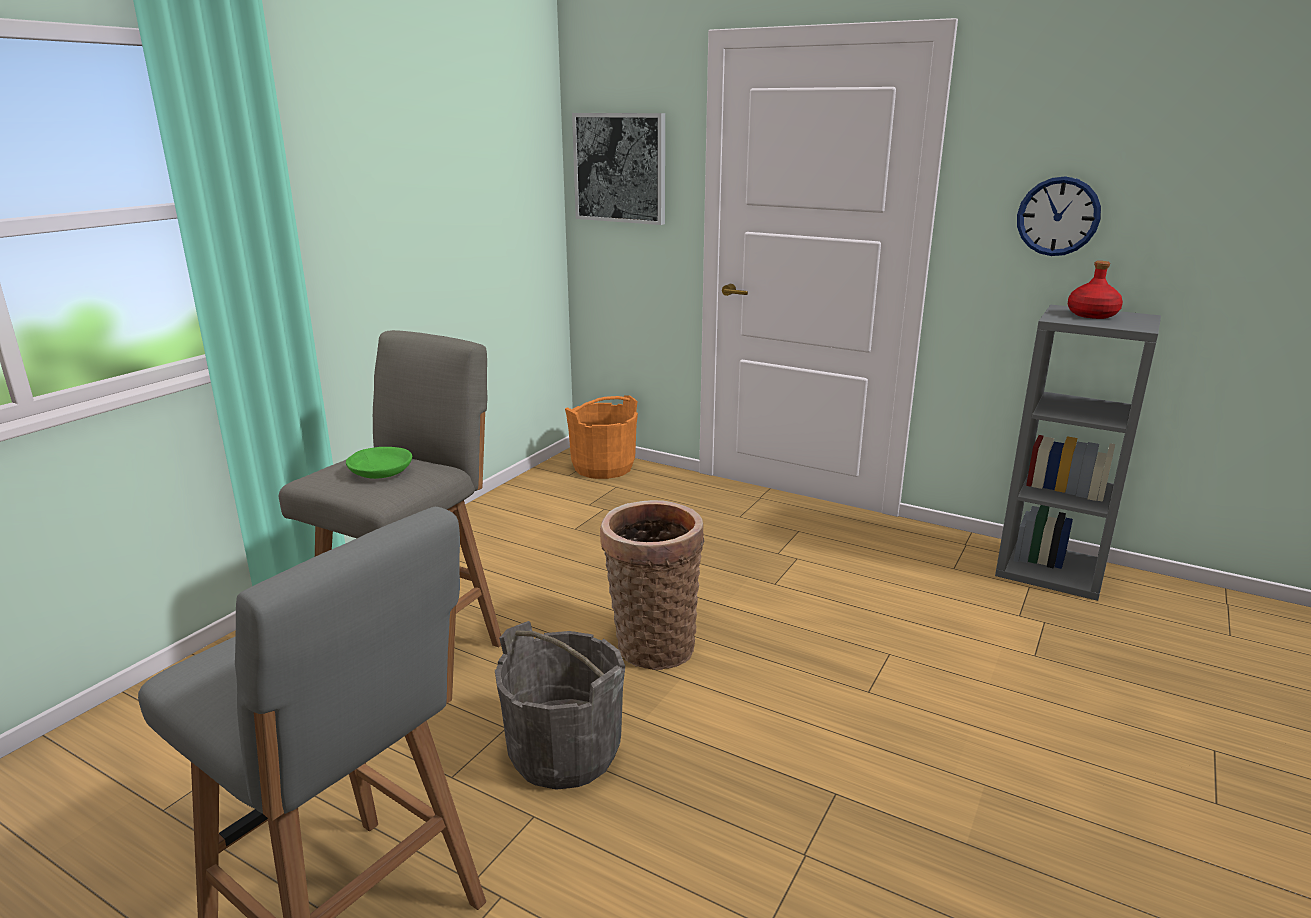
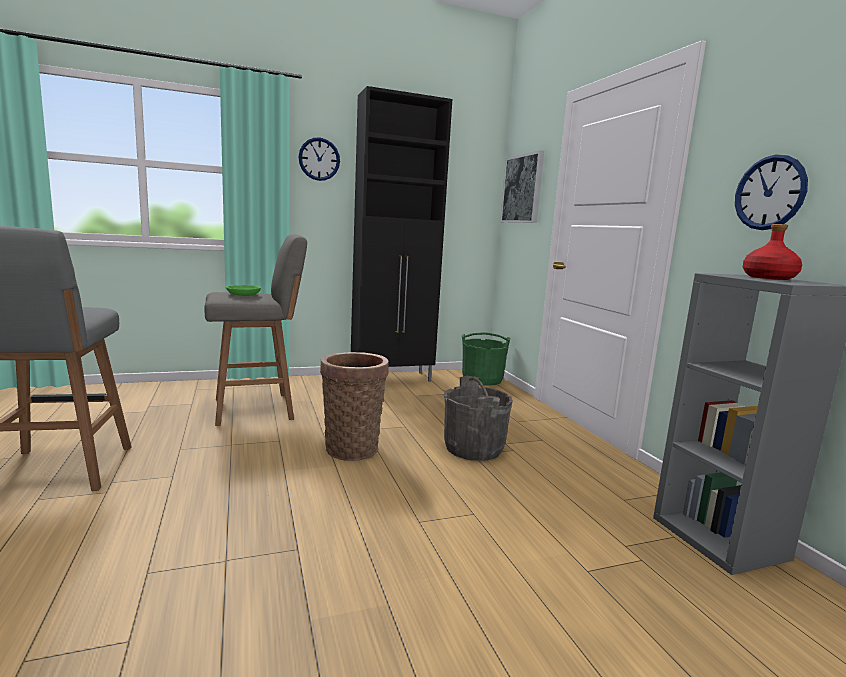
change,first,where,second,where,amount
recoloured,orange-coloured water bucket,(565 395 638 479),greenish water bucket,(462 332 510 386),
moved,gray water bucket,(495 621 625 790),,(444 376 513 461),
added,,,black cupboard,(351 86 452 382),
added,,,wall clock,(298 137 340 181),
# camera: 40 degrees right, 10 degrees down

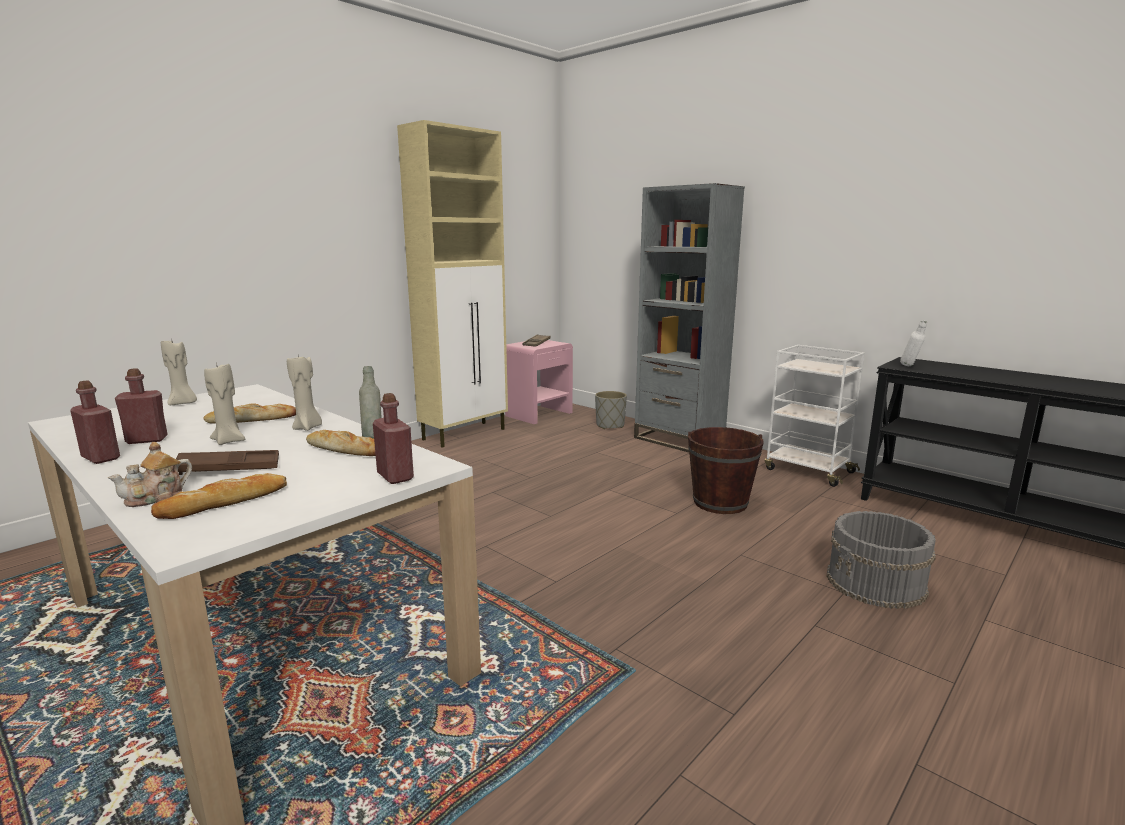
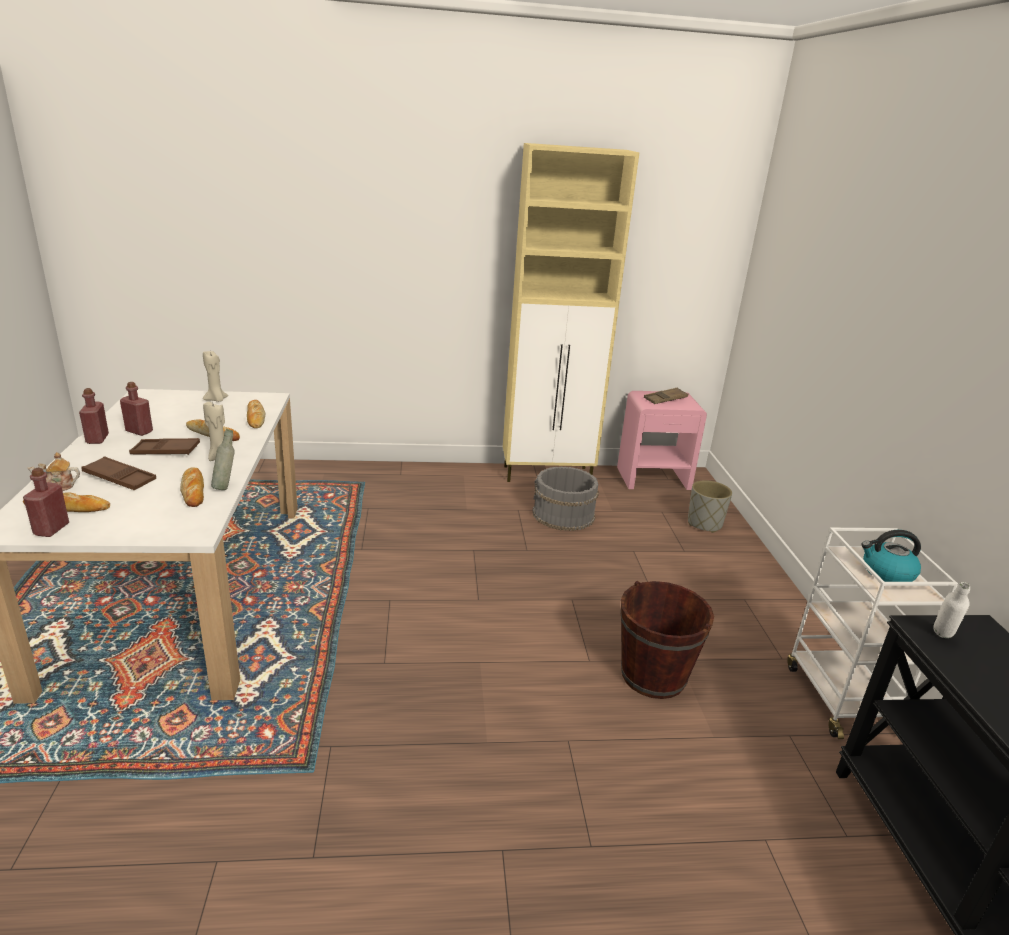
change,first,where,second,where,amount
removed,gray bookshelf,(634 183 745 452),,,
replaced,sand-coloured wax candle,(204 363 245 445),brown-coloured carrying tray,(129 438 200 455),
moved,reddish beverage bottle,(373 393 414 484),,(23 468 69 537),
moved,gray water bucket,(826 511 936 609),,(532 466 599 531),
added,,,bakery bread,(247 400 265 428),
added,,,kettle,(861 530 921 582),
# camera: 40 degrees right, 10 degrees up

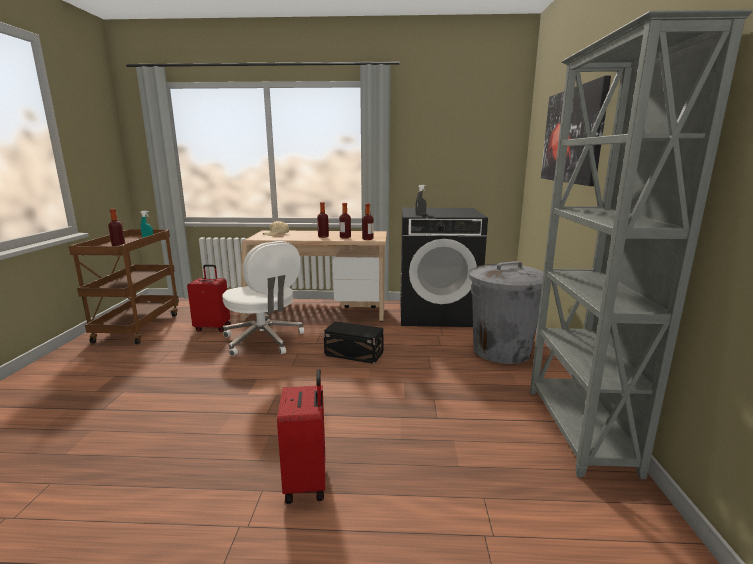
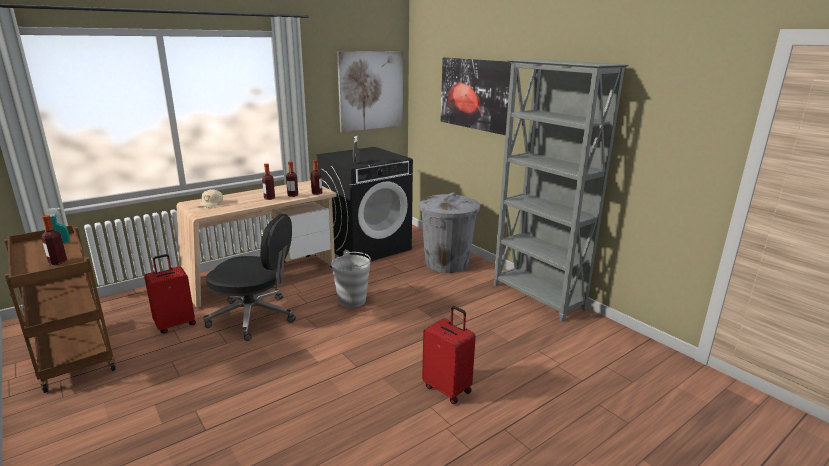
change,first,where,second,where,amount
recoloured,whitish computer chair,(222 241 304 356),black computer chair,(203 214 296 341),
replaced,black storage box,(324 321 384 364),gray water bucket,(331 250 371 308),
added,,,picture,(337 51 403 132),
# camera: 40 degrees left, 5 degrees up

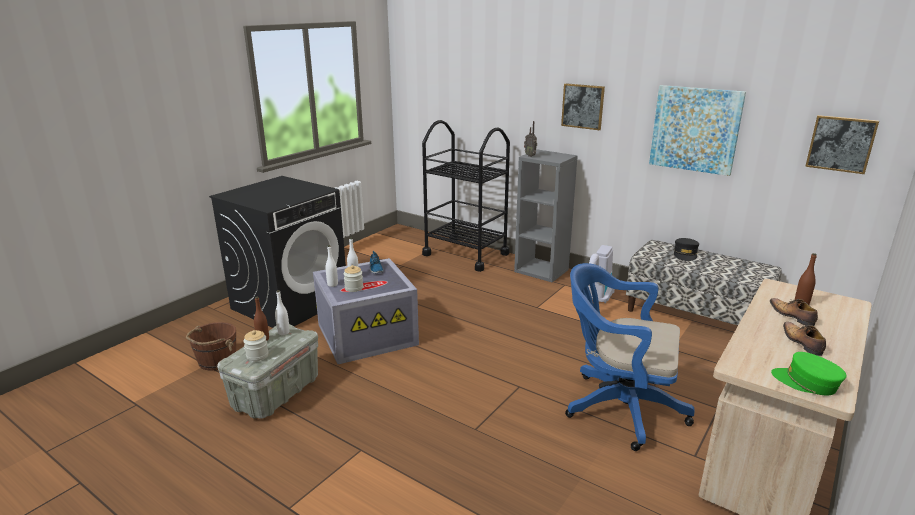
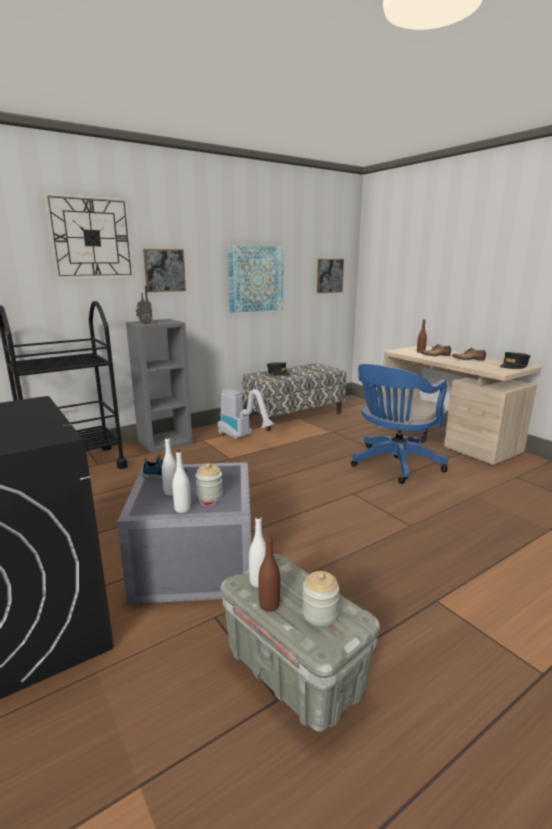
change,first,where,second,where,amount
removed,brown-coloured water bucket,(186 322 236 370),,,
recoloured,greenish peaked cap,(771 352 847 396),black peaked cap,(500 352 531 369),
added,,,wall clock,(44 192 135 279),
# camera: 70 degrees left, 5 degrees down

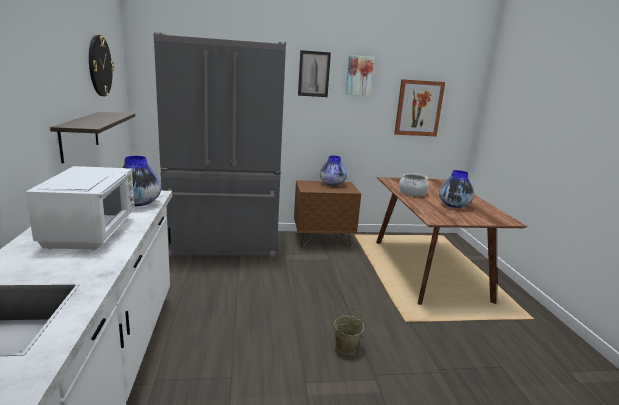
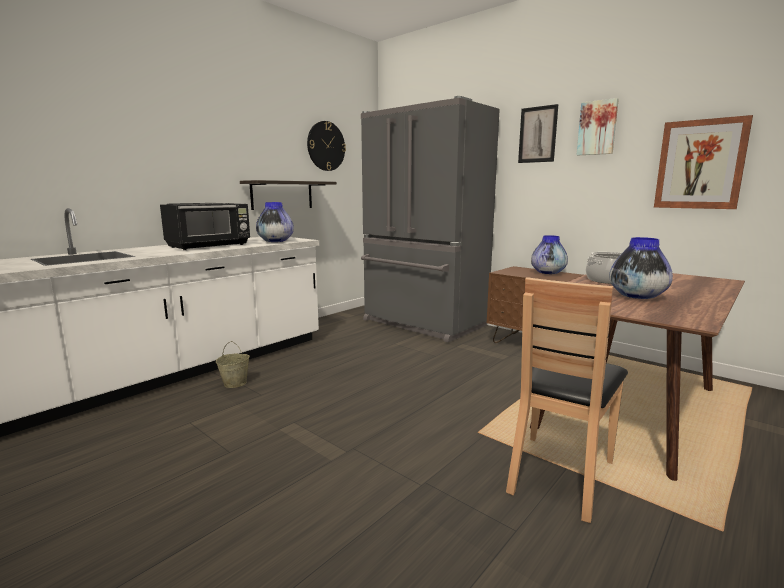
change,first,where,second,where,amount
recoloured,whitish microwave,(26 166 135 250),black microwave,(160 203 250 250),
moved,sand-coloured water bucket,(334 308 364 354),,(216 341 250 388),
added,,,brown-coloured chair,(506 277 628 523),
# camera: 50 degrees right, 5 degrees down

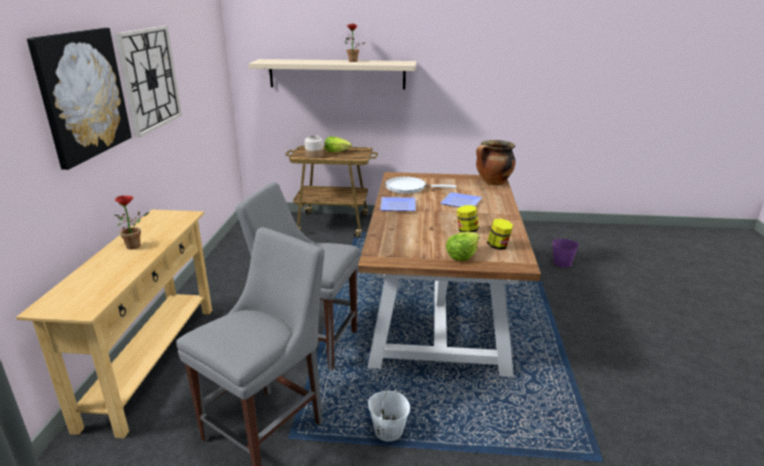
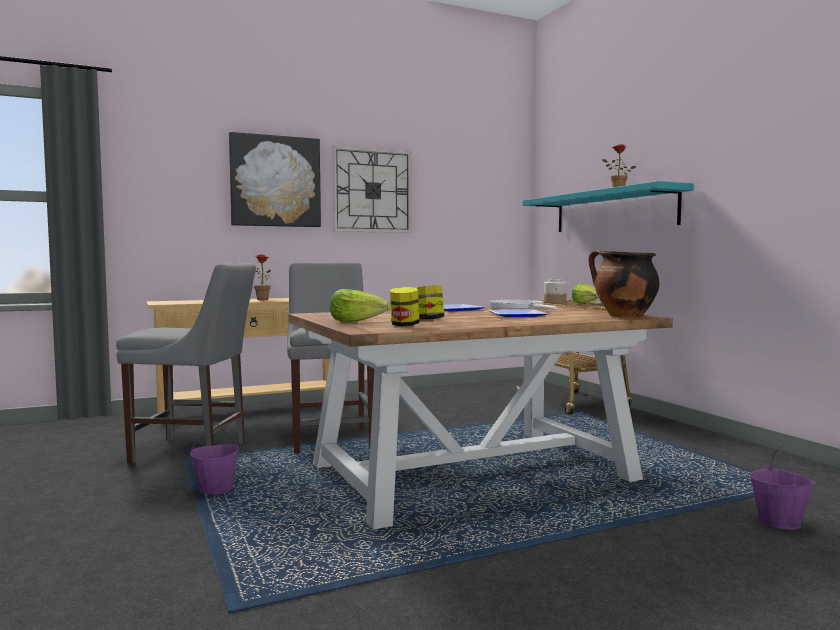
change,first,where,second,where,amount
recoloured,sand-coloured bracket shelf,(248 59 416 90),turquoise-coloured bracket shelf,(523 181 694 232),
recoloured,whitish water bucket,(368 384 410 442),purple water bucket,(190 423 239 495),
# camera: 60 degrees right, 20 degrees down

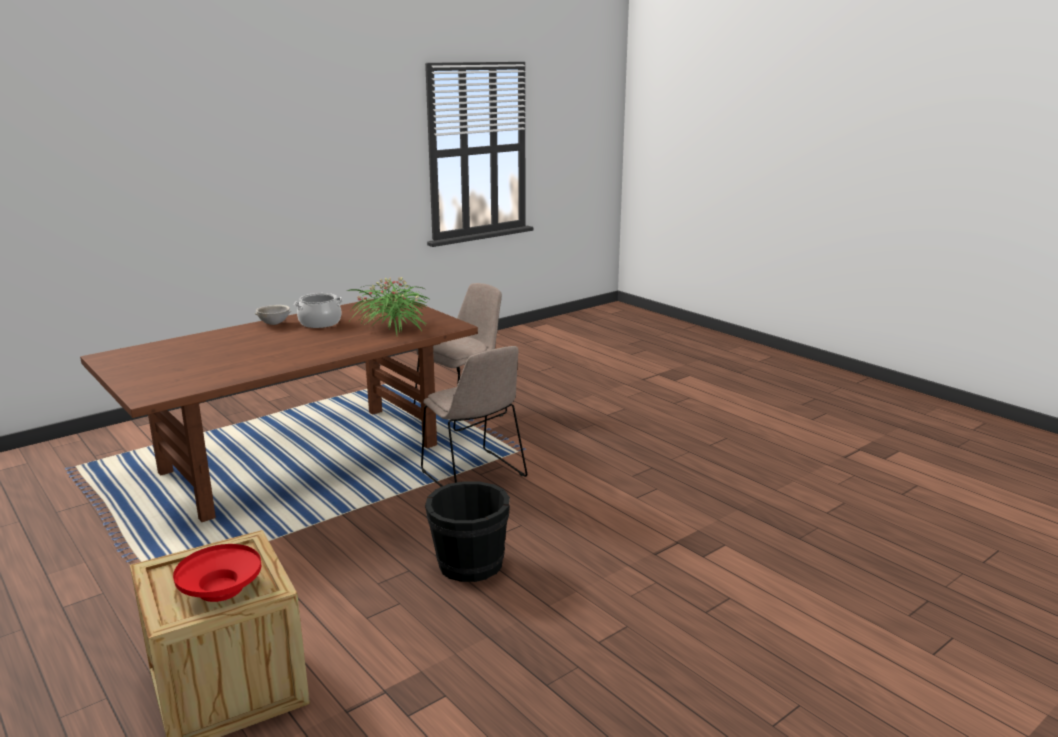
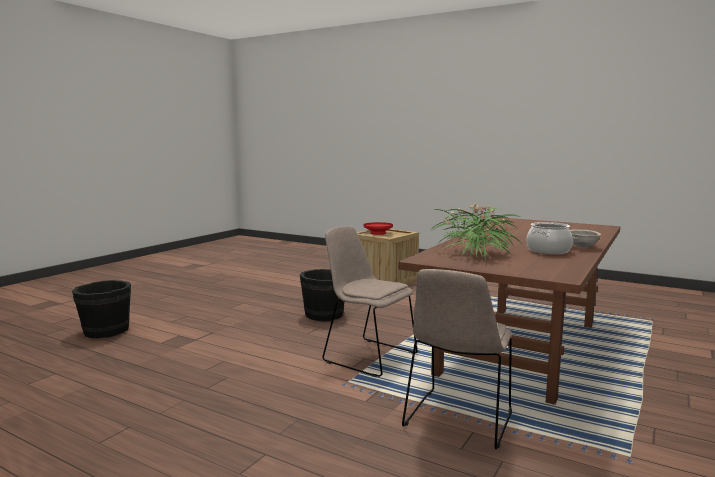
change,first,where,second,where,amount
added,,,black water bucket,(72 280 131 338),
# camera: 160 degrees right, 10 degrees down

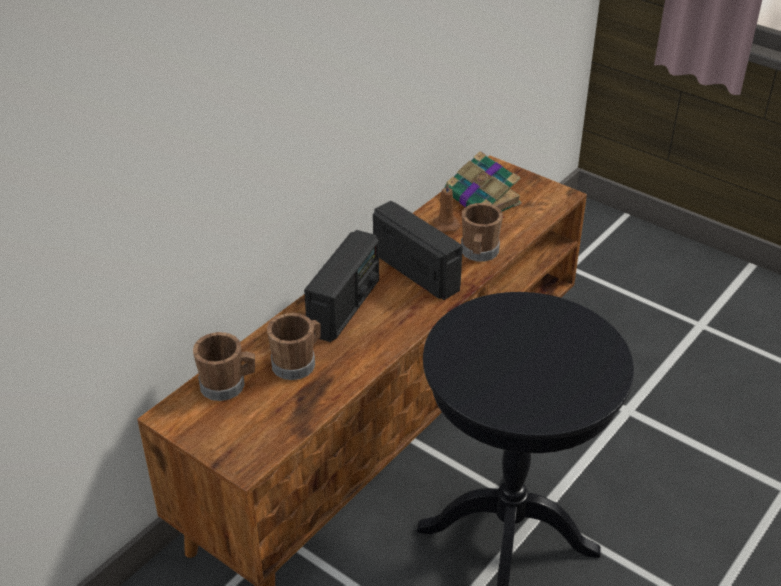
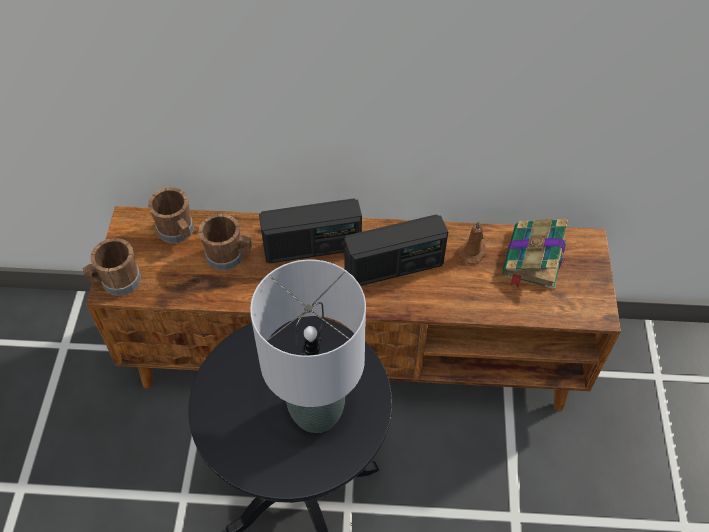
change,first,where,second,where,amount
turned,radio set,(373 201 463 300),,(344 214 448 286),60 degrees clockwise
moved,brown-coloured coffee mug,(461 203 503 262),,(83 238 141 296),
added,,,gray lamp for a table,(250 259 366 433),
# camera: 55 degrees right, 15 degrees up

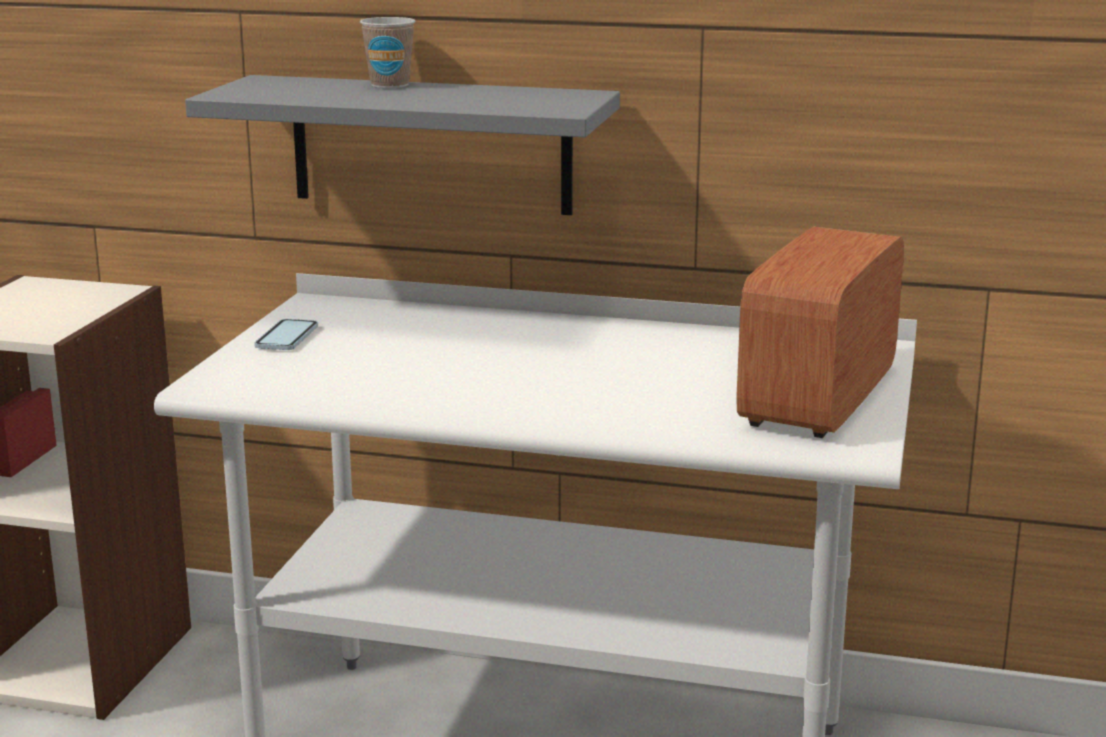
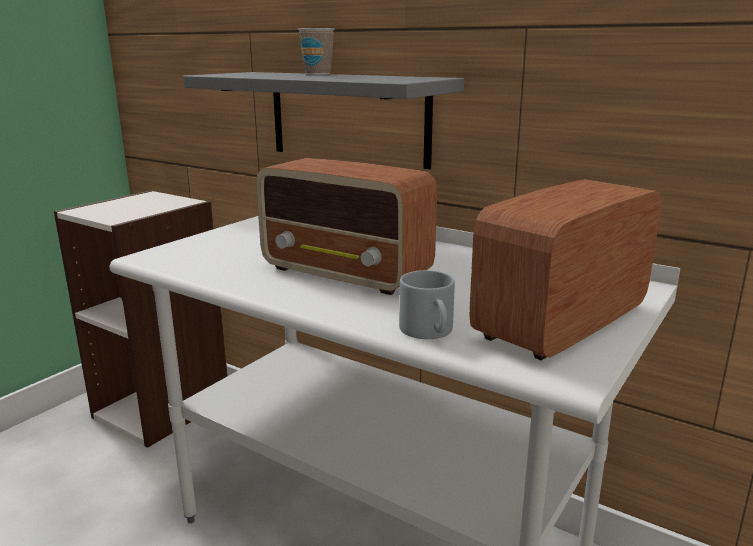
change,first,where,second,where,amount
removed,telephone,(255 319 318 350),,,
added,,,radio set,(256 158 437 295),
added,,,gray coffee mug,(399 270 455 339),
# camera: 20 degrees right, 0 degrees up

